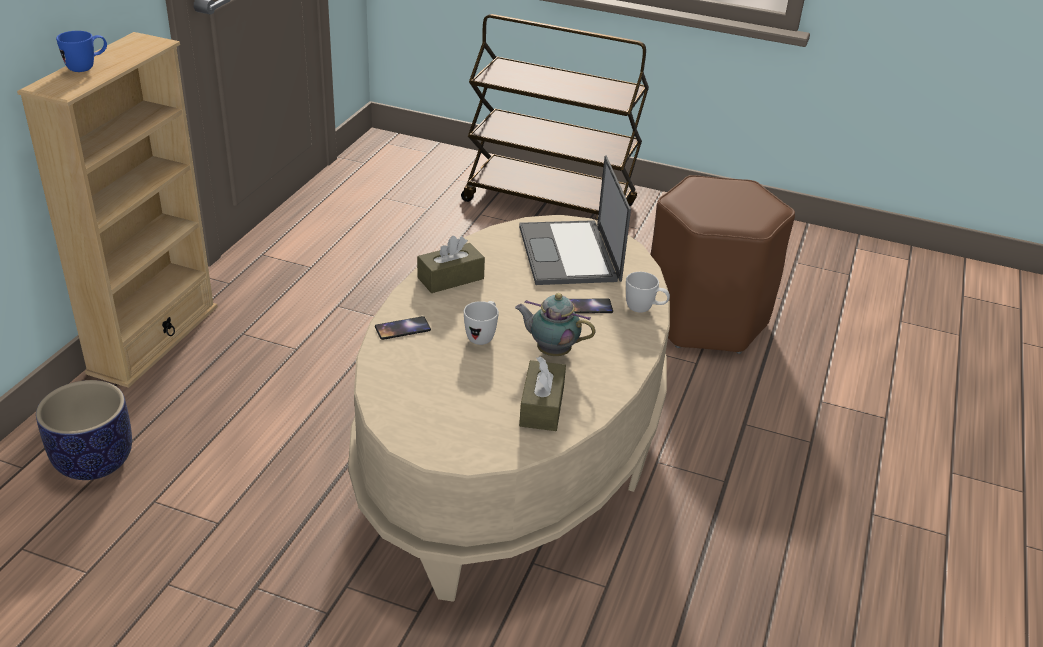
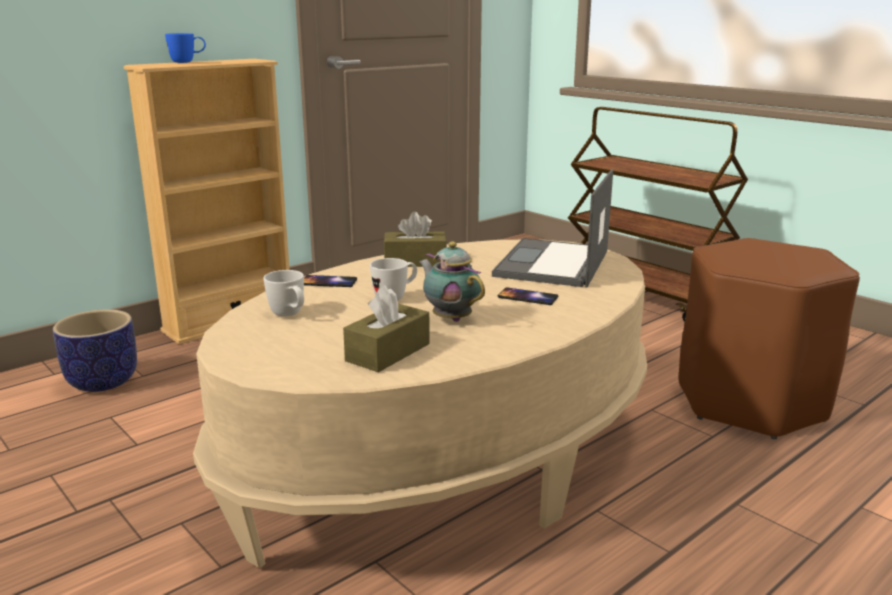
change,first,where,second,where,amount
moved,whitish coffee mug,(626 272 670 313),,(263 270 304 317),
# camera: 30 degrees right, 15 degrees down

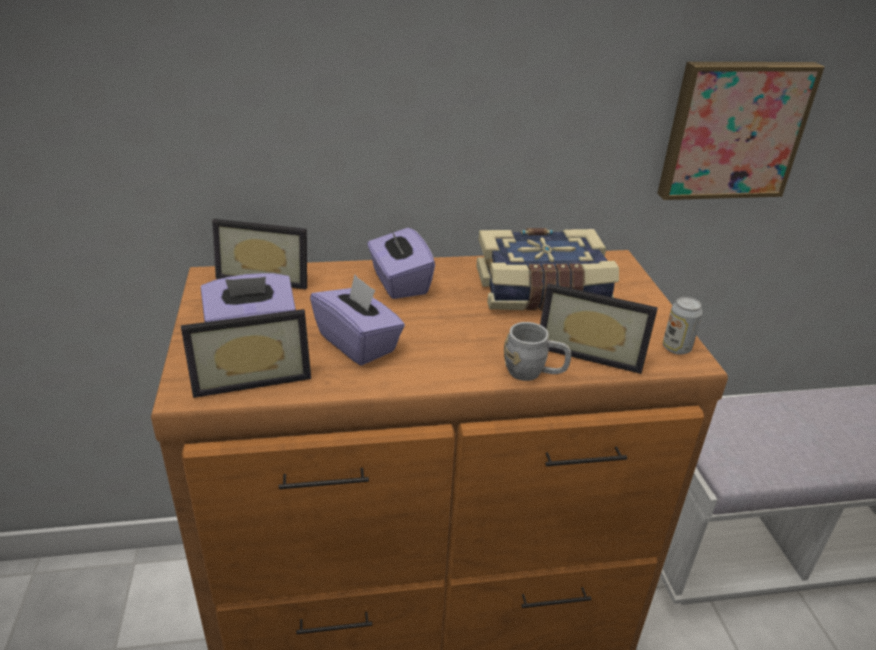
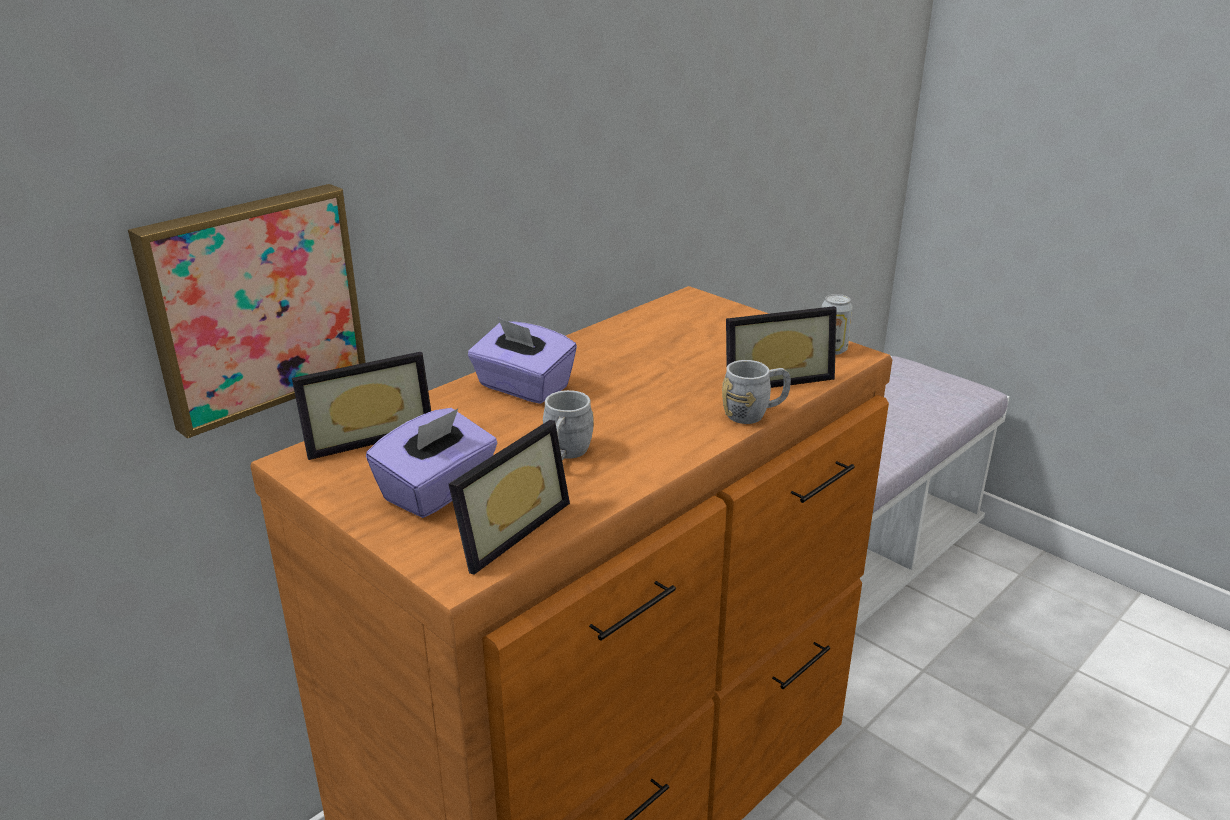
change,first,where,second,where,amount
moved,picture,(657 62 825 200),,(128 184 366 439),
removed,volume,(476 228 619 310),,,
replaced,purple tissue holder,(310 275 405 366),gray coffee mug,(543 390 594 461),
# camera: 35 degrees left, 5 degrees down

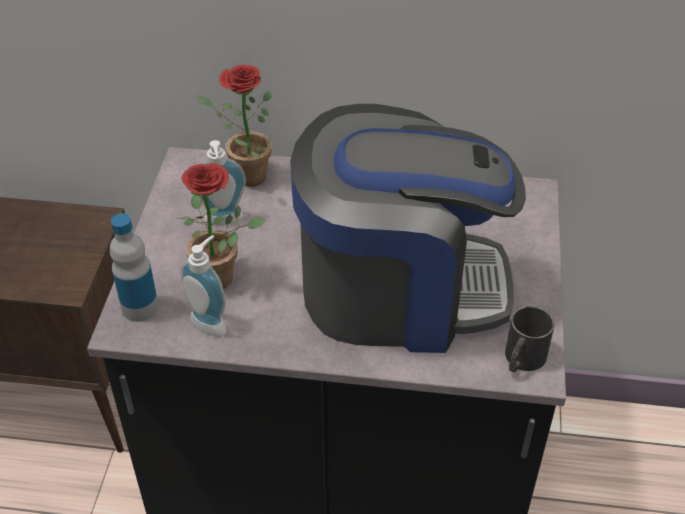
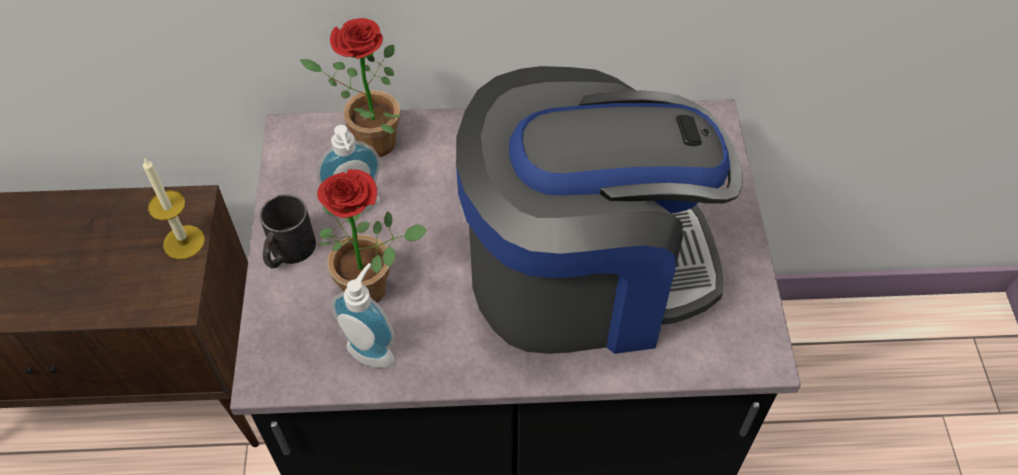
change,first,where,second,where,amount
removed,beverage bottle,(110 213 159 322),,,
moved,black coffee mug,(505 306 554 372),,(260 194 316 268),
added,,,wax candle,(143 158 205 259),
# camera: 10 degrees left, 10 degrees up

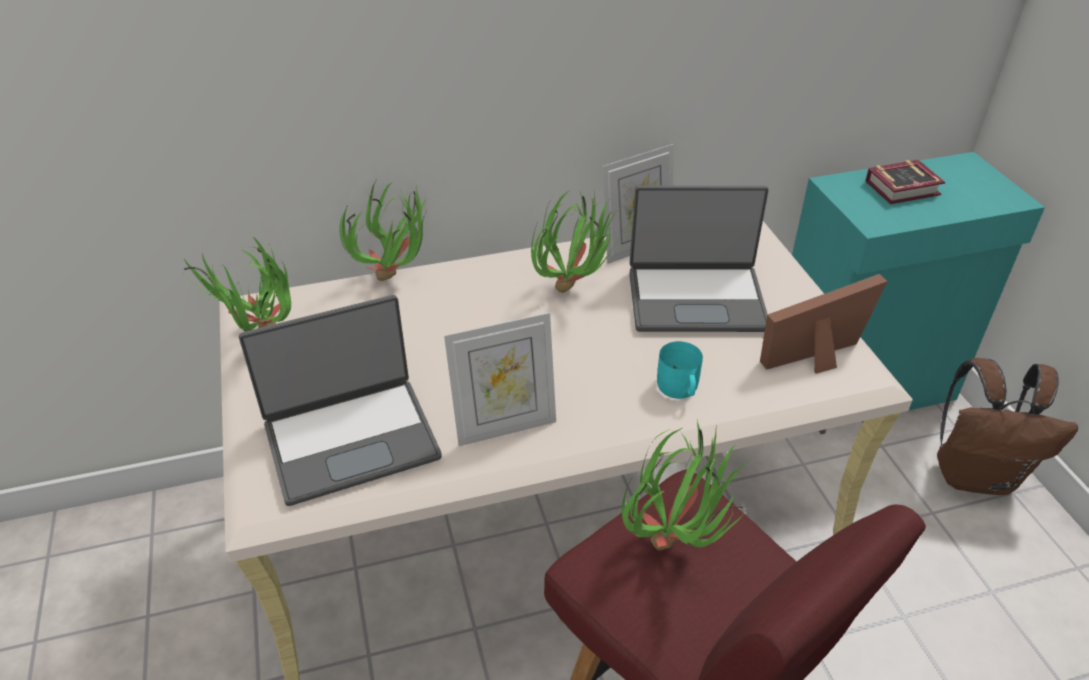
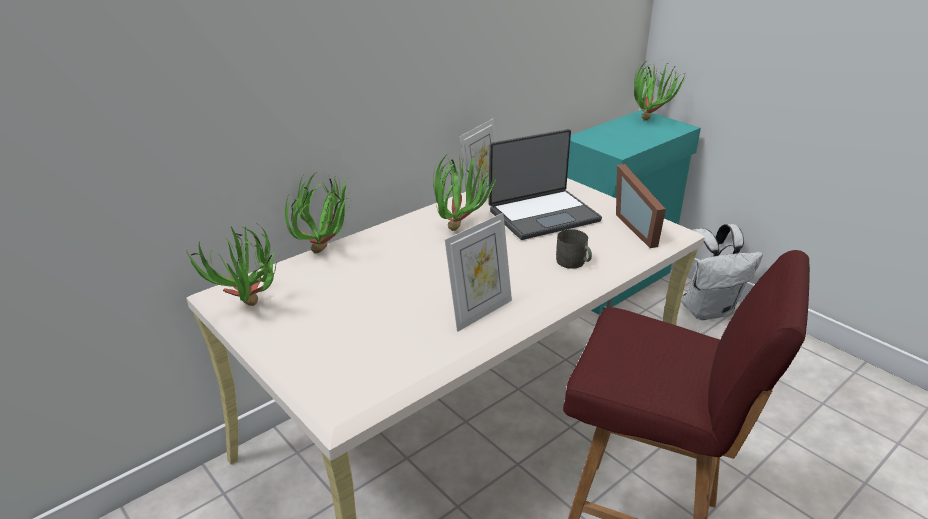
change,first,where,second,where,amount
removed,volume,(865 160 945 204),,,
turned,standing frame,(760 274 888 374),,(616 164 666 248),60 degrees counterclockwise
removed,laptop,(239 295 442 506),,,
recoloured,turquoise-coloured coffee mug,(657 341 703 399),gray coffee mug,(556 229 592 269),
recoloured,brown-coloured backpack,(937 358 1078 495),whitish backpack,(682 224 763 320),
moved,houseplant,(622 420 749 550),,(634 61 686 121),
# camera: 25 degrees left, 10 degrees down

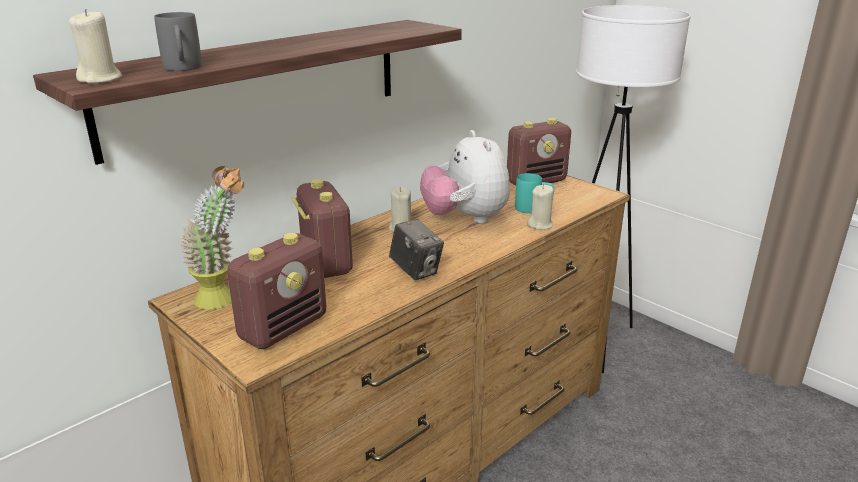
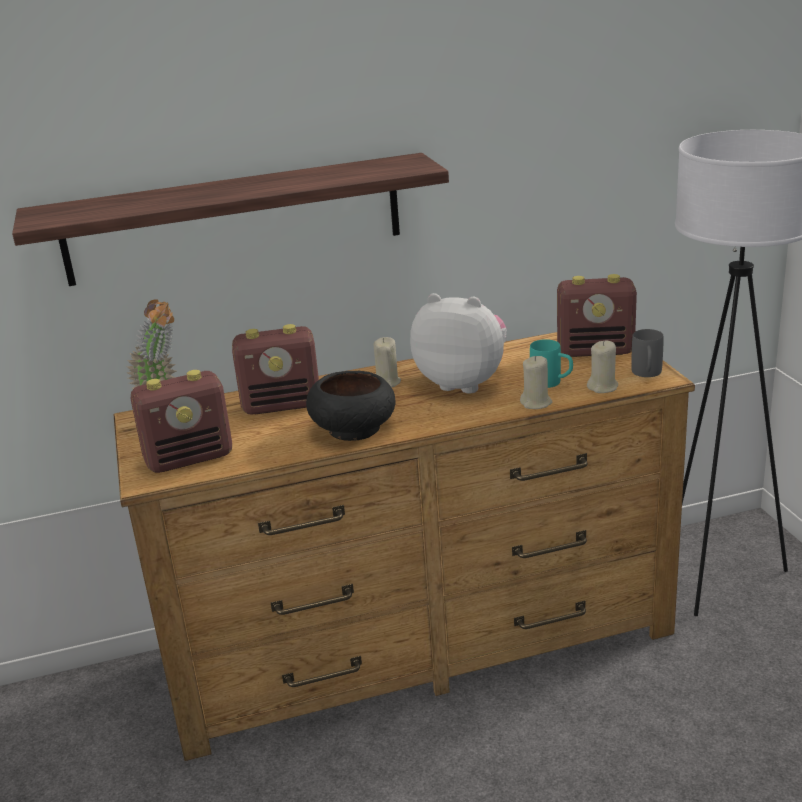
change,first,where,second,where,amount
moved,sand-coloured wax candle,(69 9 122 83),,(587 340 618 393),
moved,gray coffee mug,(154 12 202 71),,(631 329 664 377),
turned,cuddly toy,(420 130 510 223),,(410 293 507 394),105 degrees clockwise
turned,radio set,(292 179 353 278),,(232 324 319 415),75 degrees clockwise
replaced,still camera,(389 219 444 280),black bowl,(306 371 395 441),
# camera: 30 degrees right, 0 degrees up

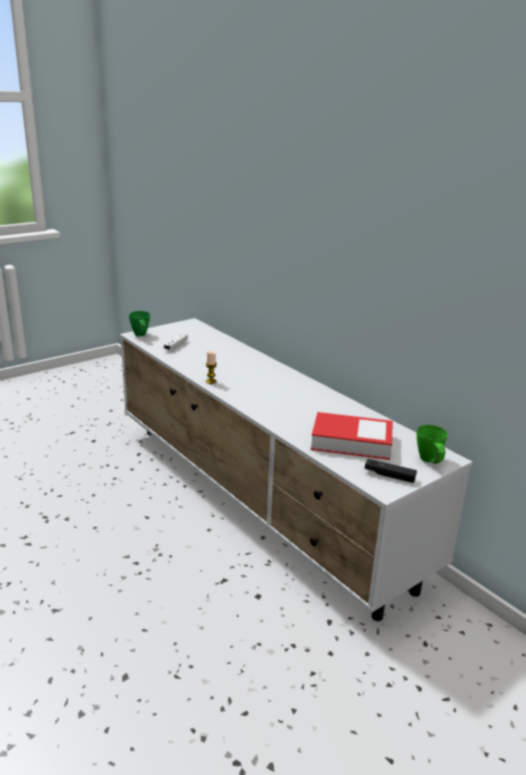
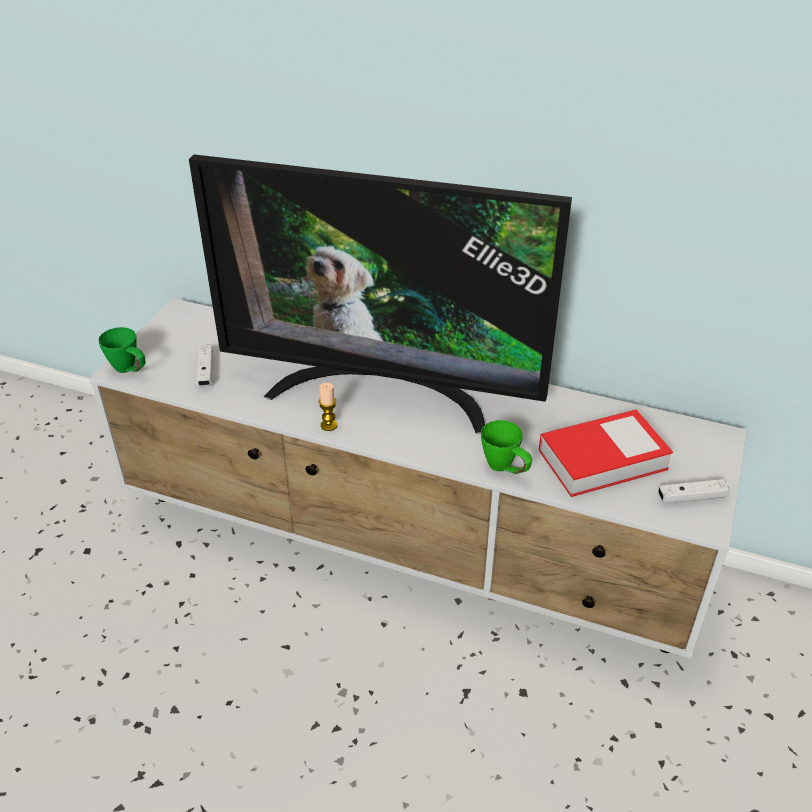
change,first,where,second,where,amount
moved,greenish coffee mug,(416 425 448 464),,(481 420 532 474),
recoloured,black joypad,(365 459 417 483),whitish joypad,(658 479 729 502),
added,,,TV set,(189 155 572 434),
# camera: 30 degrees left, 15 degrees up

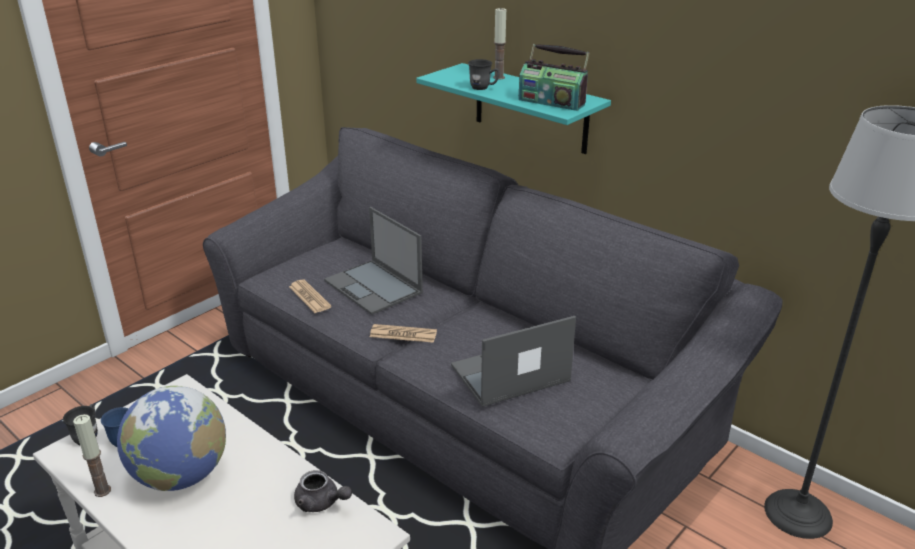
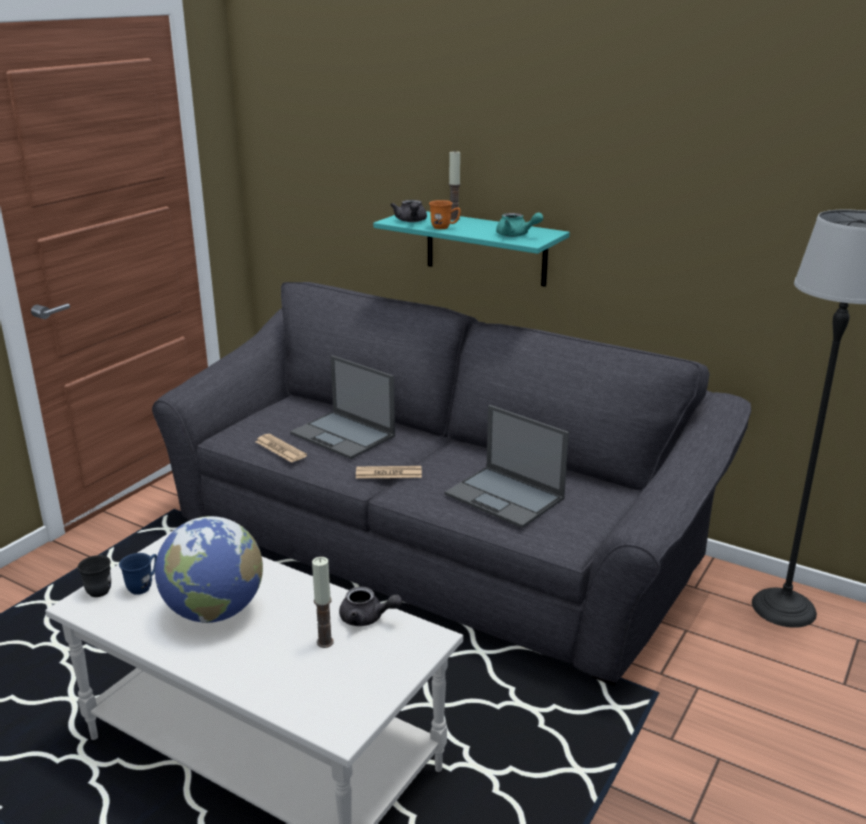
change,first,where,second,where,amount
replaced,radio set,(519 44 590 111),turquoise-coloured tea pot,(496 212 543 237),
recoloured,gray coffee mug,(468 59 500 90),orange-coloured coffee mug,(429 200 461 229),
turned,laptop,(451 316 576 407),,(445 405 569 528),105 degrees counterclockwise
moved,wax candle,(73 414 111 497),,(312 557 334 648),
added,,,gray tea pot,(390 200 427 222),
# camera: 10 degrees left, 5 degrees down

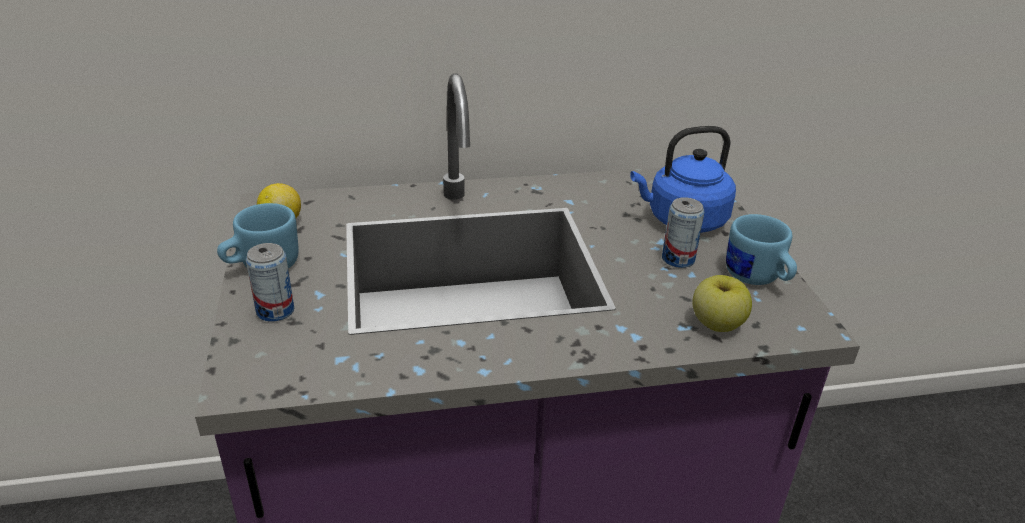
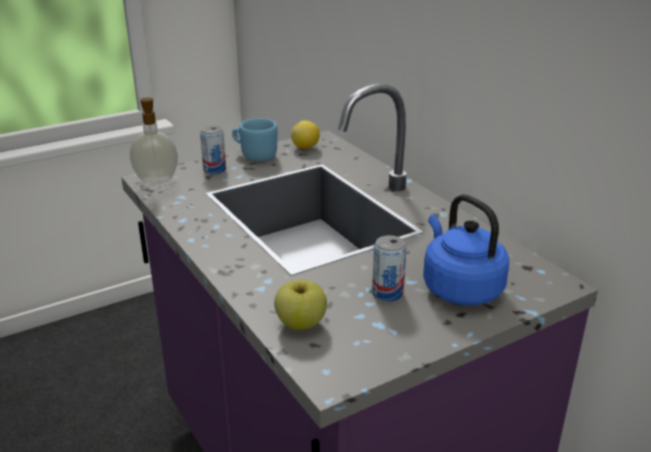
change,first,where,second,where,amount
removed,blue-coloured coffee mug,(726 214 797 285),,,
added,,,soap dispenser,(130 97 178 183),
# camera: 70 degrees right, 5 degrees down

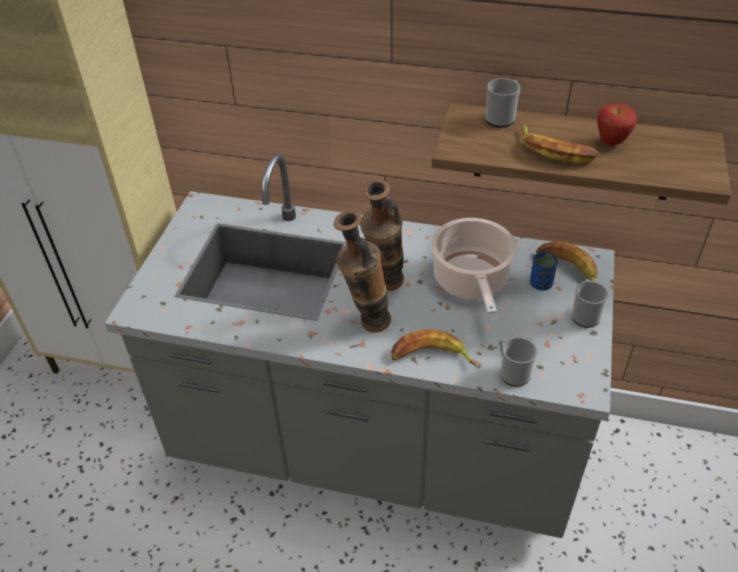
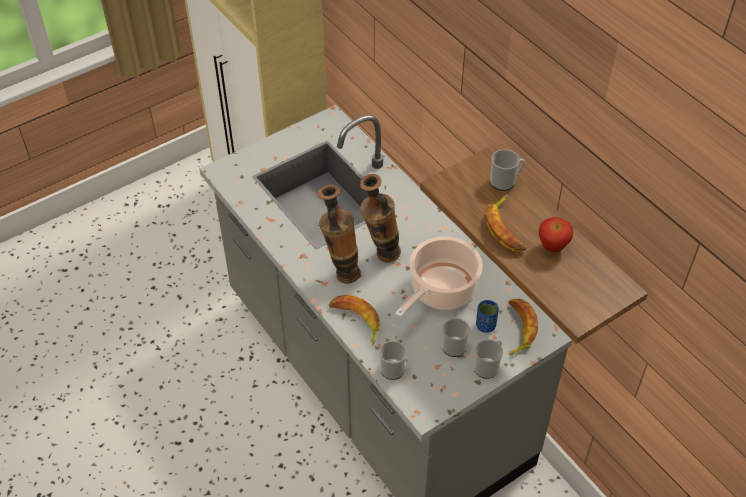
change,first,where,second,where,amount
added,,,coffee mug,(442 316 470 357),
# camera: 40 degrees right, 5 degrees up

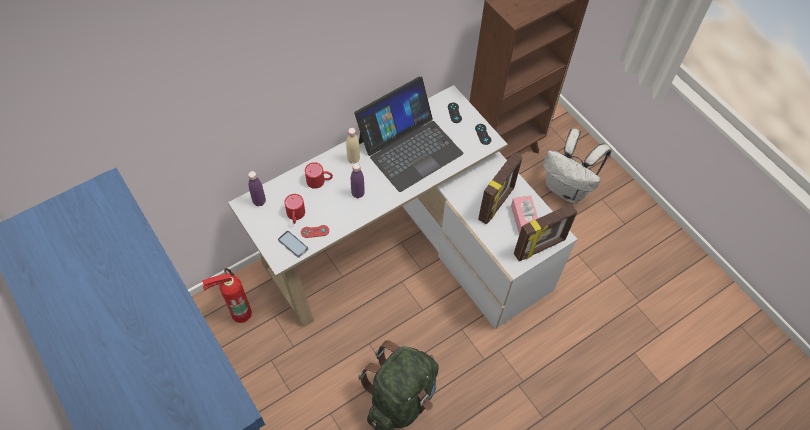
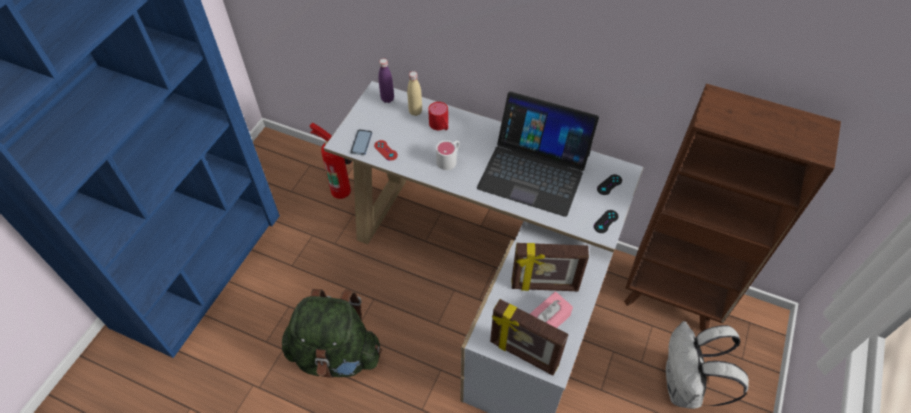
change,first,where,second,where,amount
moved,sand-coloured beverage bottle,(346 128 360 164),,(407 71 422 116),
replaced,purple beverage bottle,(351 163 365 198),whitish coffee mug,(436 140 460 170),
removed,reddish coffee mug,(284 194 305 224),,,
# camera: 60 degrees right, 5 degrees down

